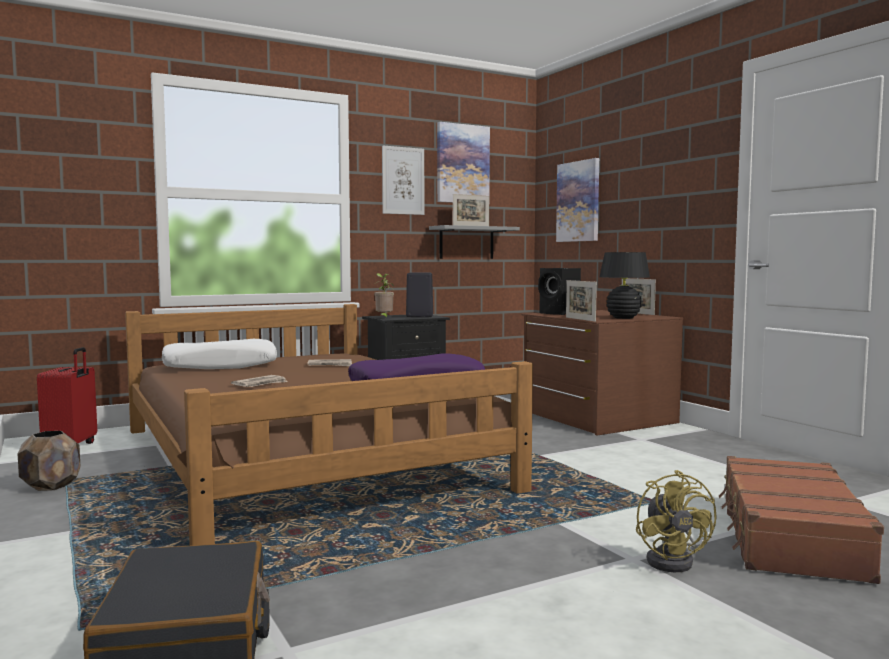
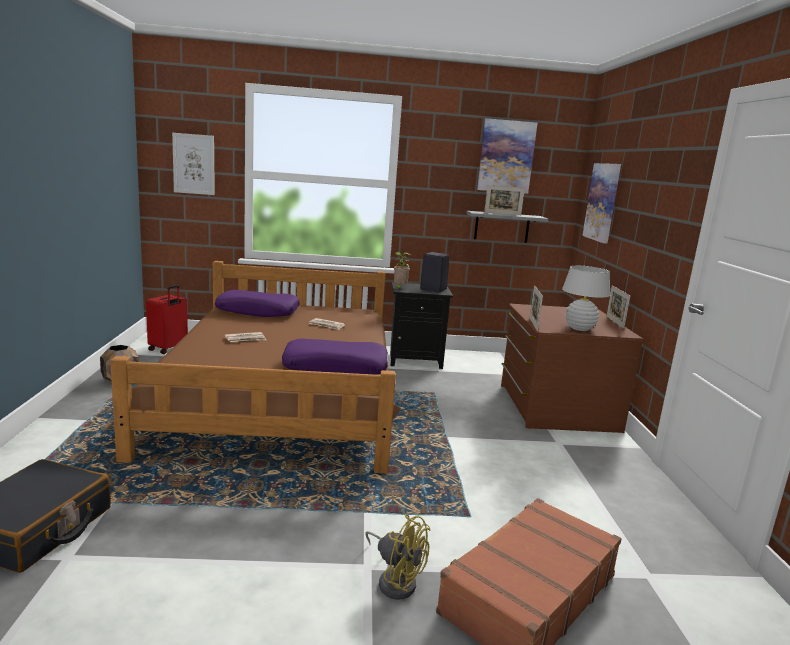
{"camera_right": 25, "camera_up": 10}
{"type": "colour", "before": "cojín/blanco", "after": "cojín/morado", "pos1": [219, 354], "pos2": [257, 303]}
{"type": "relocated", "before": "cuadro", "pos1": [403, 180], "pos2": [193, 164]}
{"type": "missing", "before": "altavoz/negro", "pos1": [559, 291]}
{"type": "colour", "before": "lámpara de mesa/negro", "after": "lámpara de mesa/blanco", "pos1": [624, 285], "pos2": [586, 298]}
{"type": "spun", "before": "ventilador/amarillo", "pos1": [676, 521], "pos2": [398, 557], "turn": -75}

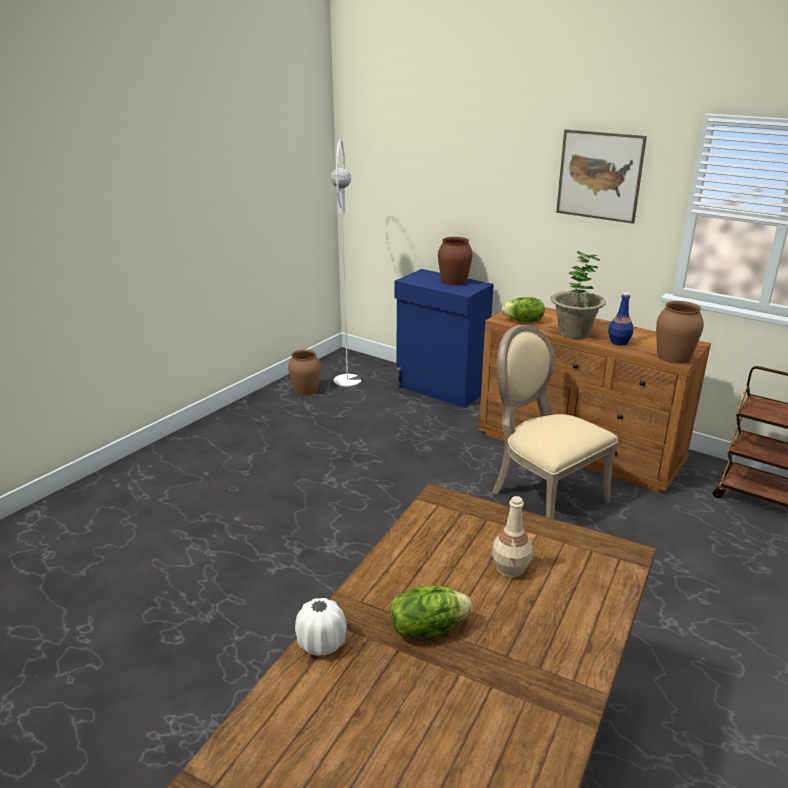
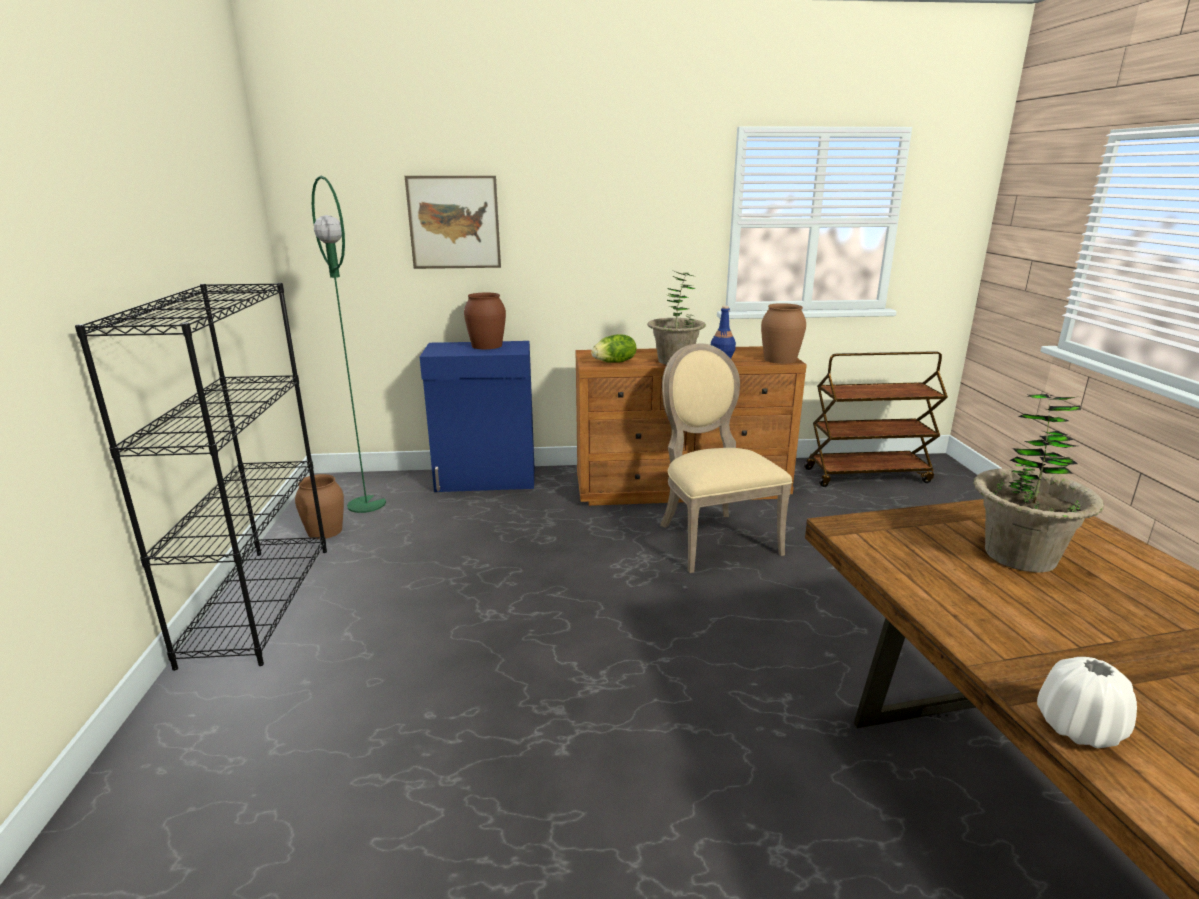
{"camera_right": -40, "camera_up": -5}
{"type": "colour", "before": "lámpara de pie/blanco", "after": "lámpara de pie/verde", "pos1": [346, 263], "pos2": [349, 344]}
{"type": "missing", "before": "lechuga", "pos1": [431, 612]}
{"type": "spun", "before": "silla/beis", "pos1": [555, 422], "pos2": [726, 458], "turn": 60}
{"type": "exchanged", "before": "botella/beis", "after": "planta en maceta", "pos1": [512, 537], "pos2": [1039, 483]}
{"type": "relocated", "before": "cuadro", "pos1": [601, 176], "pos2": [453, 222]}
{"type": "appeared", "after": "estantería/negro", "pos2": [201, 477]}

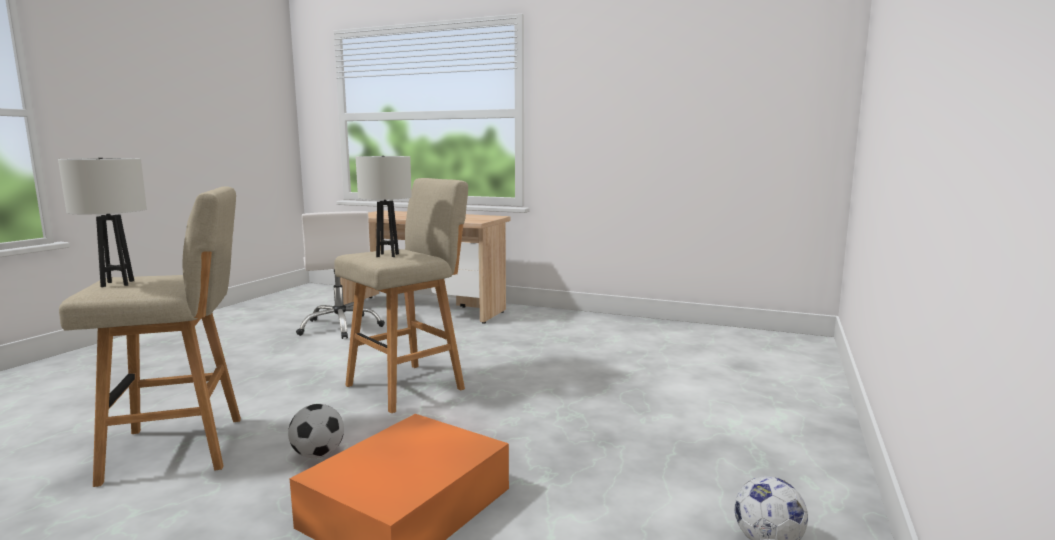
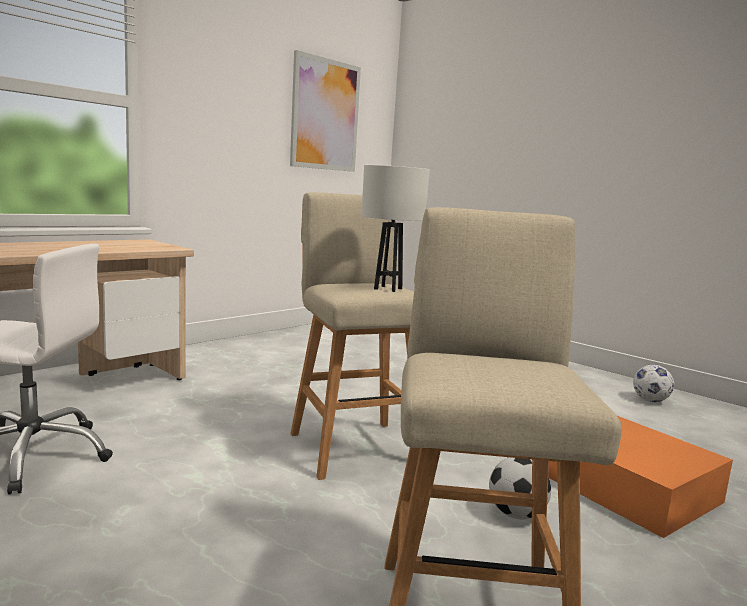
{"camera_right": -70, "camera_up": 0}
{"type": "missing", "before": "lámpara de mesa/blanco", "pos1": [102, 222]}
{"type": "appeared", "after": "cuadro", "pos2": [325, 111]}

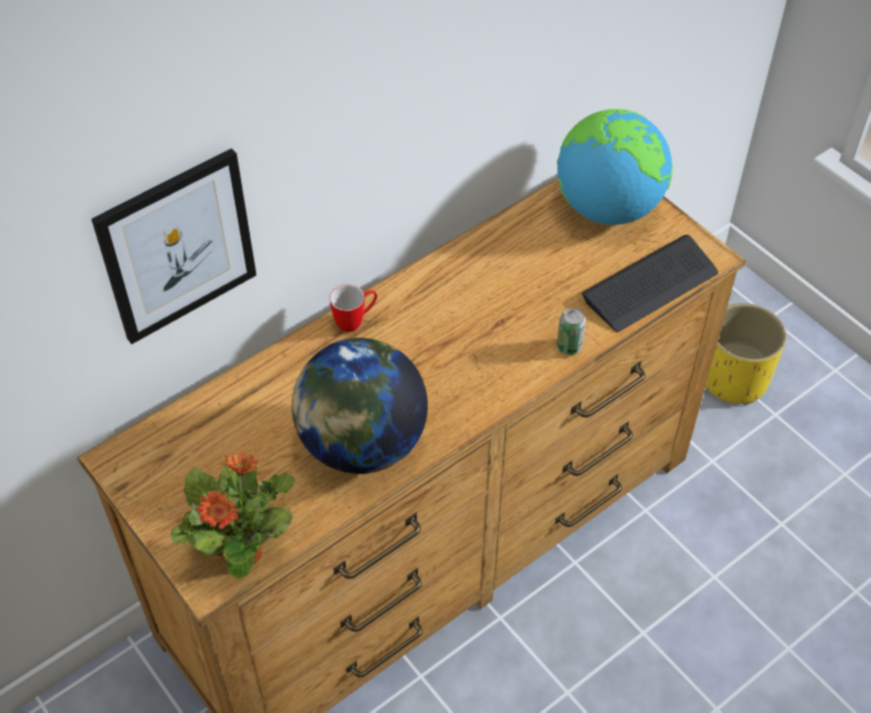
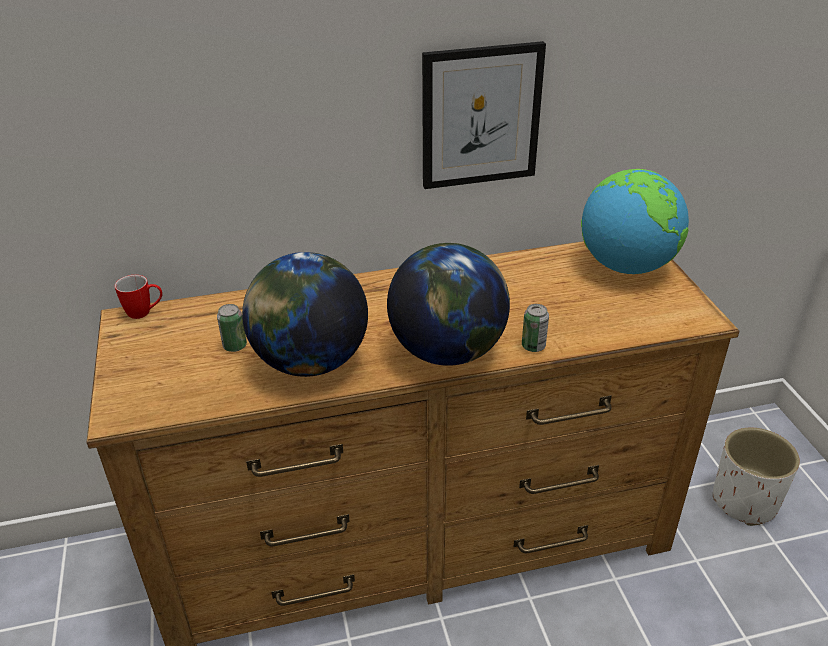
{"camera_right": 25, "camera_up": -15}
{"type": "relocated", "before": "cuadro", "pos1": [173, 246], "pos2": [484, 115]}
{"type": "missing", "before": "planta en maceta", "pos1": [232, 516]}
{"type": "relocated", "before": "taza grande", "pos1": [353, 308], "pos2": [138, 297]}
{"type": "missing", "before": "teclado", "pos1": [650, 283]}
{"type": "colour", "before": "maceta/amarillo", "after": "maceta/blanco", "pos1": [745, 354], "pos2": [756, 477]}
{"type": "appeared", "after": "lata", "pos2": [232, 328]}
{"type": "appeared", "after": "globo terráqueo", "pos2": [448, 304]}

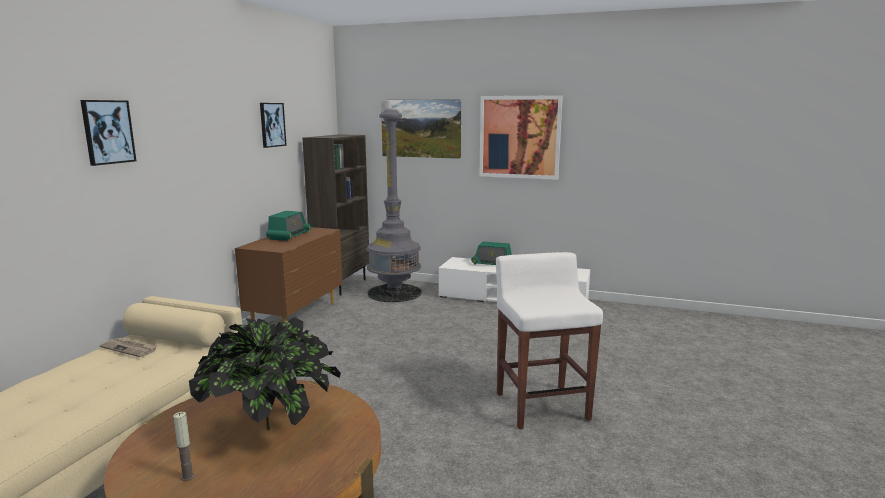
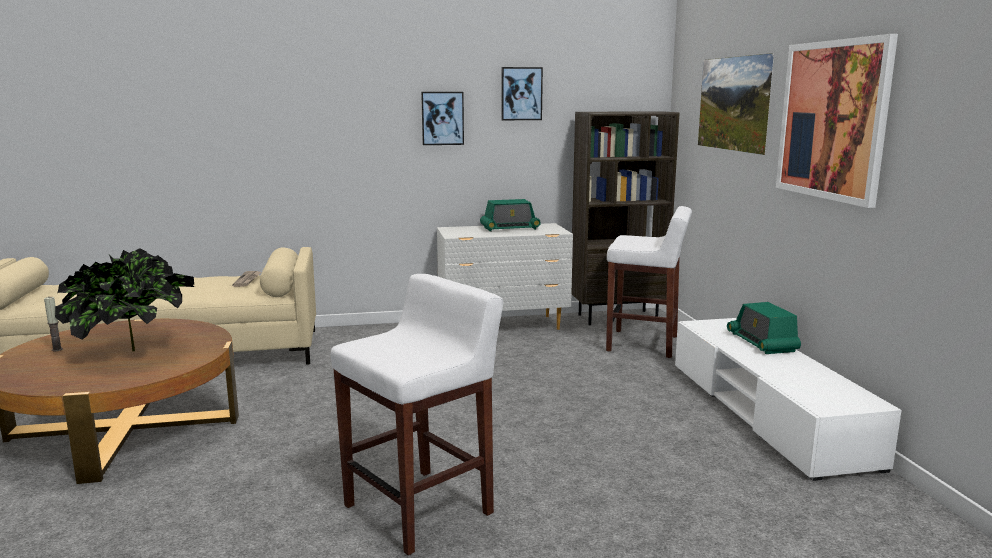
{"camera_right": 60, "camera_up": 0}
{"type": "relocated", "before": "cuadro", "pos1": [108, 133], "pos2": [442, 118]}
{"type": "colour", "before": "cómoda/marrón", "after": "cómoda/blanco", "pos1": [289, 274], "pos2": [505, 276]}
{"type": "exchanged", "before": "lámpara de pie/gris", "after": "taburete/blanco", "pos1": [393, 205], "pos2": [649, 282]}

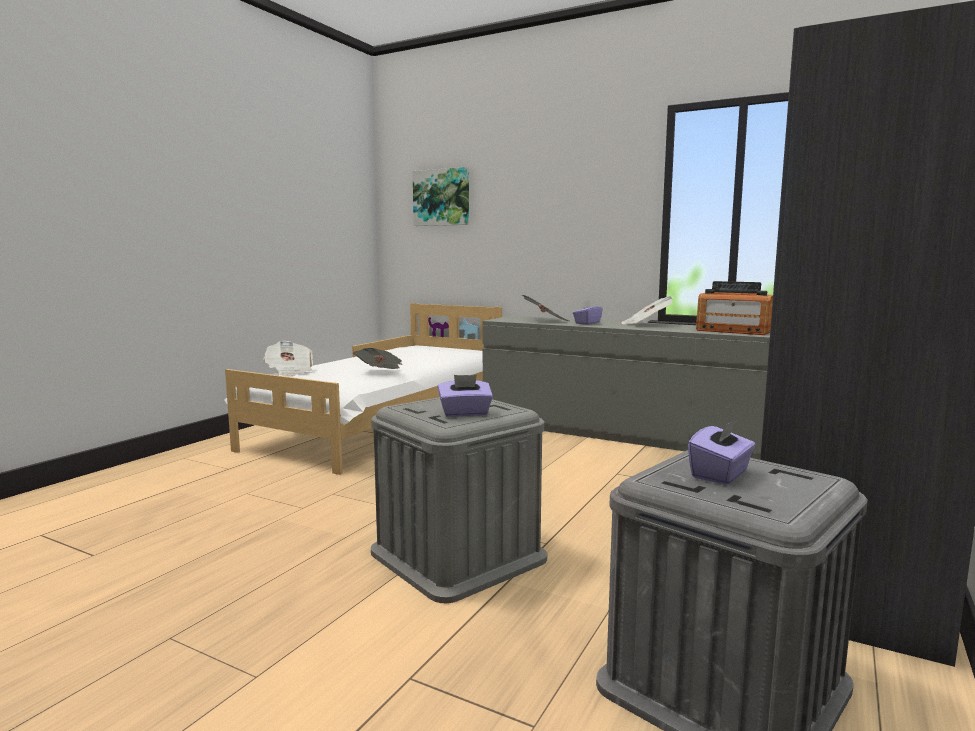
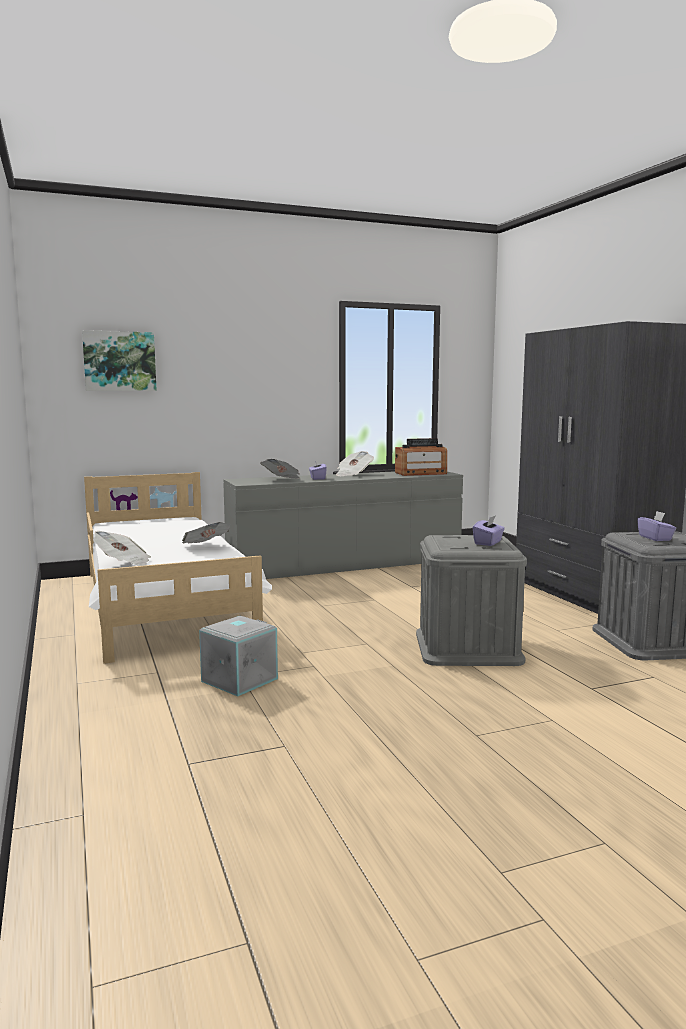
{"camera_right": -50, "camera_up": 0}
{"type": "appeared", "after": "caja de almacenaje/gris", "pos2": [238, 656]}

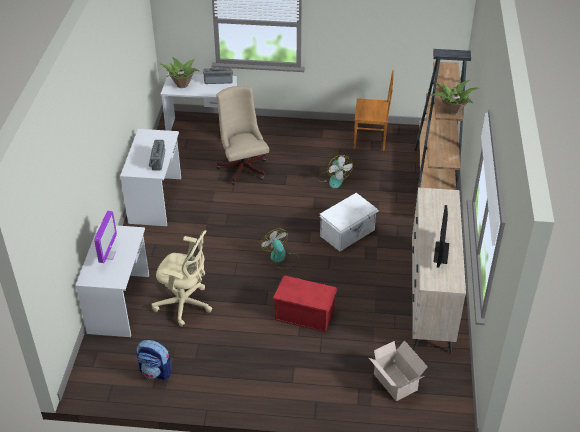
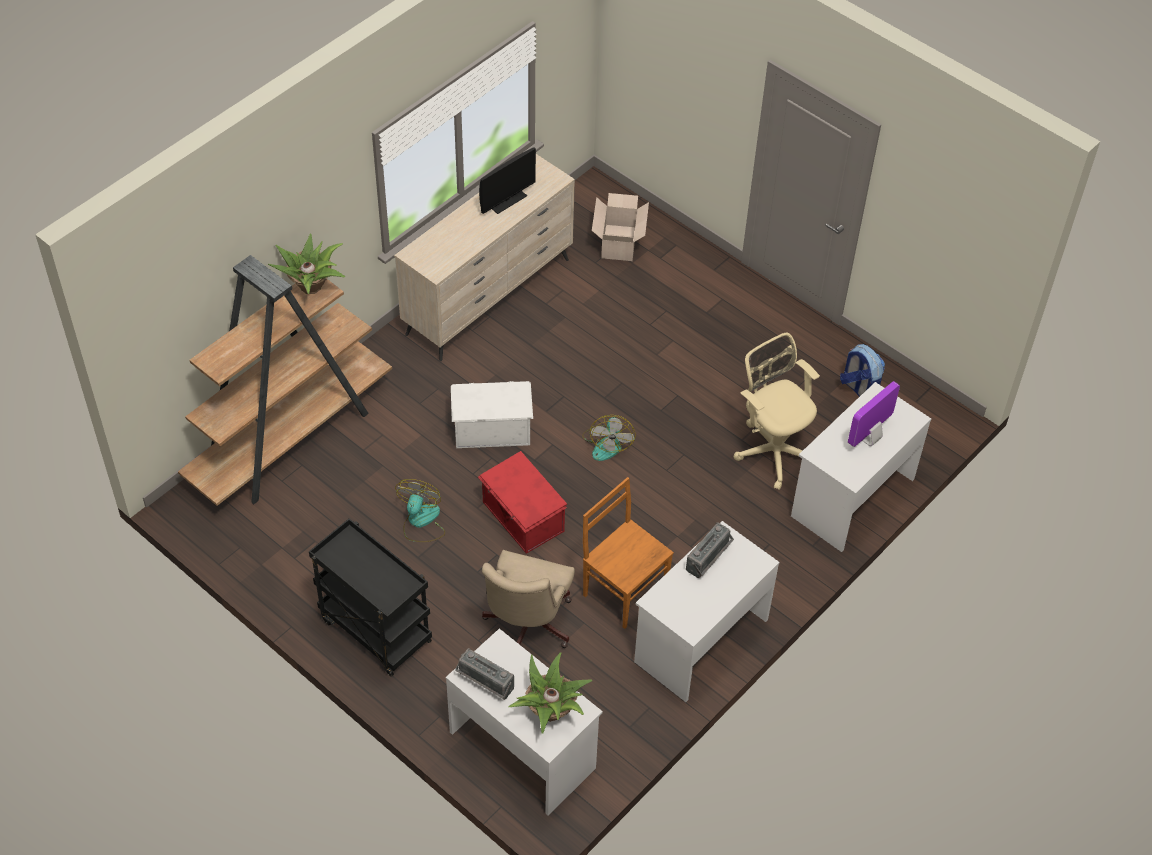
{"camera_right": -145, "camera_up": 10}
{"type": "relocated", "before": "caja de almacenaje/rojo", "pos1": [305, 303], "pos2": [522, 502]}
{"type": "relocated", "before": "silla/marrón", "pos1": [374, 110], "pos2": [628, 553]}
{"type": "appeared", "after": "carrito/negro", "pos2": [370, 598]}

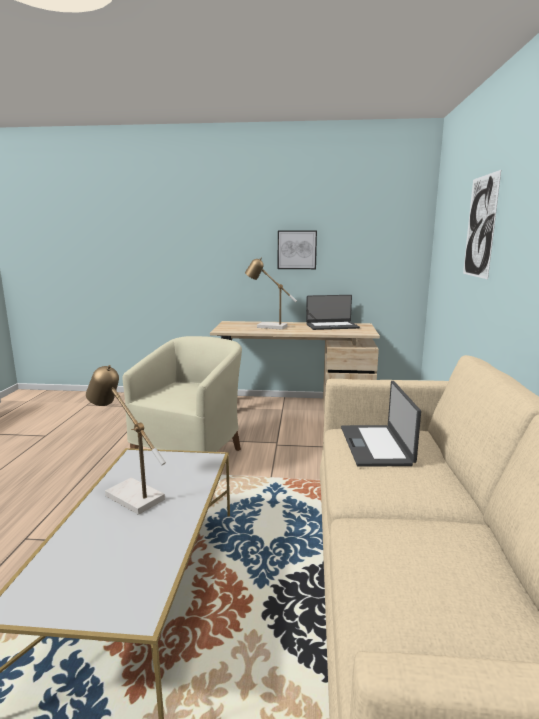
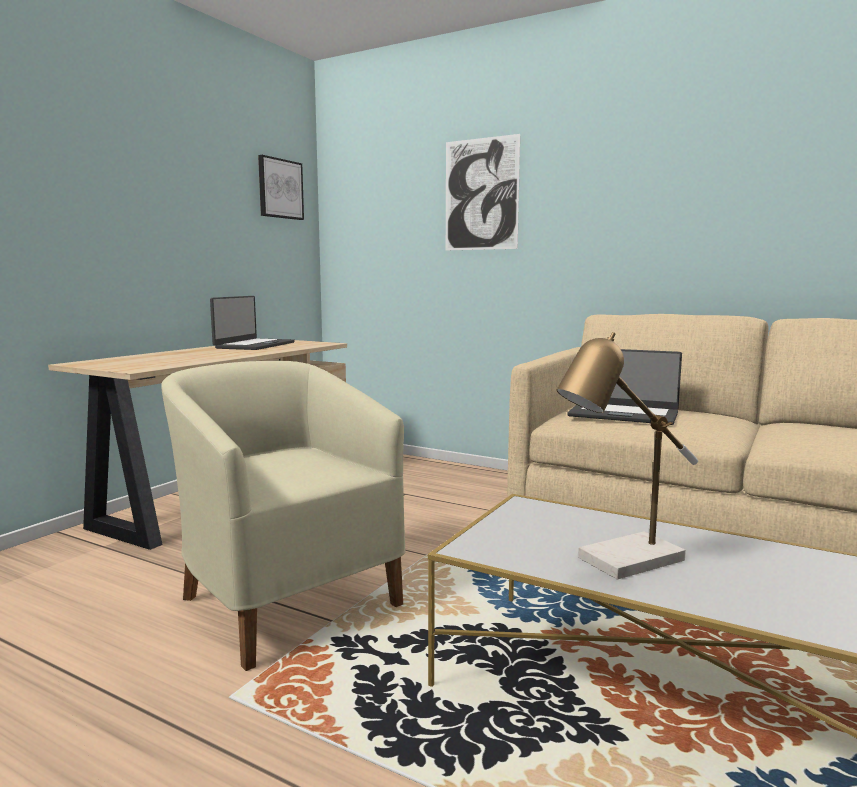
{"camera_right": -65, "camera_up": -5}
{"type": "missing", "before": "lámpara de mesa", "pos1": [271, 293]}
{"type": "relocated", "before": "cuadro", "pos1": [297, 249], "pos2": [281, 187]}

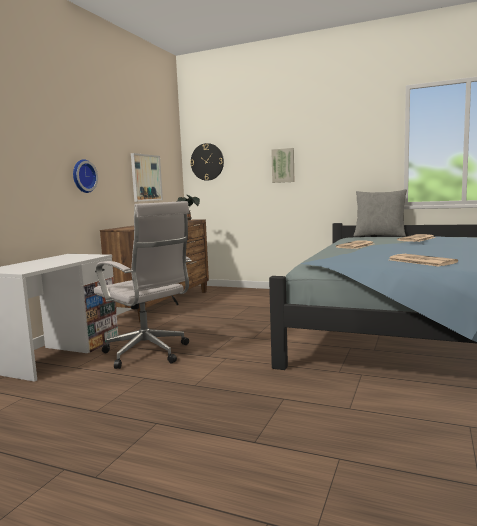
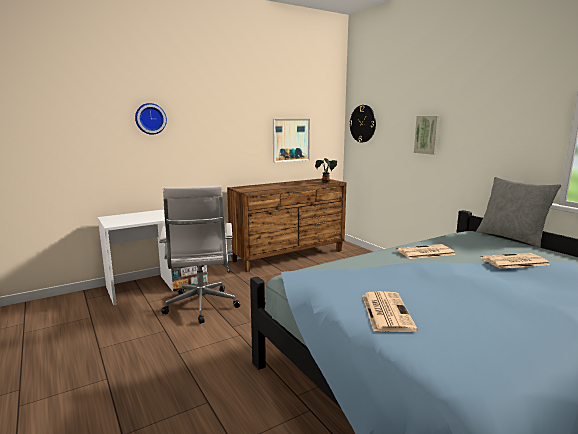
{"camera_right": 35, "camera_up": 5}
{"type": "relocated", "before": "reloj de pared", "pos1": [85, 176], "pos2": [151, 119]}

